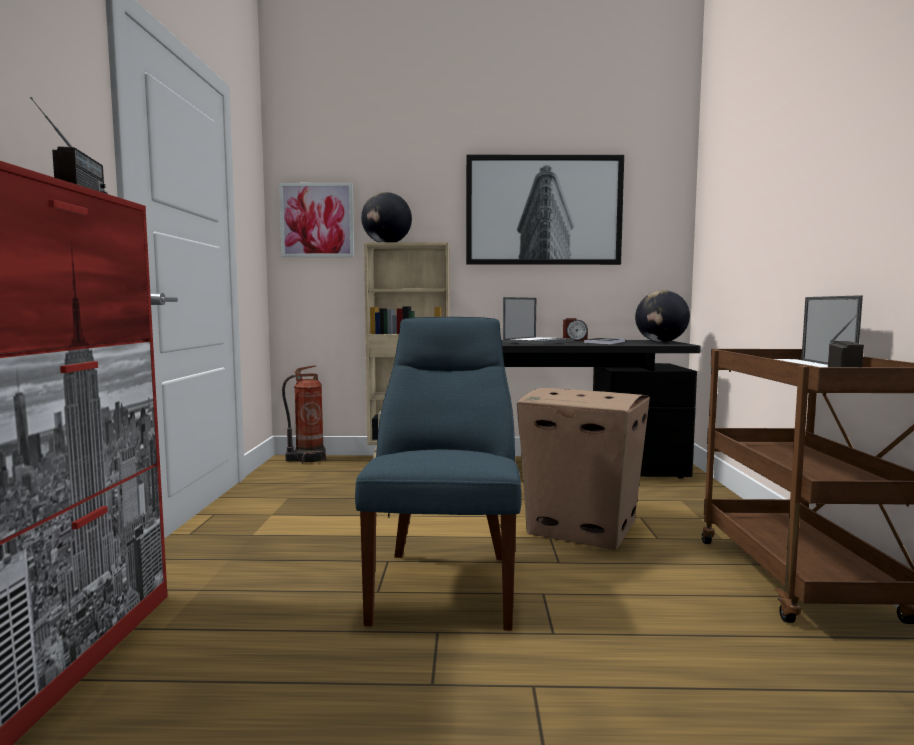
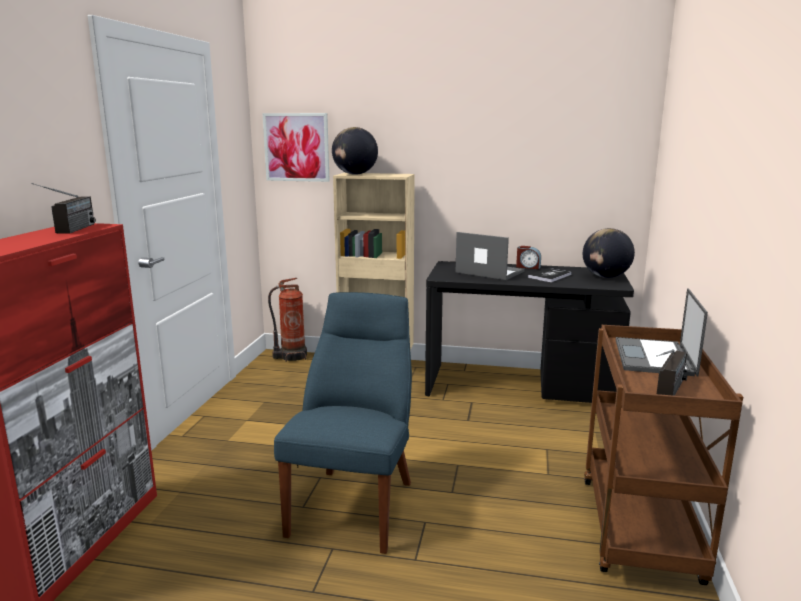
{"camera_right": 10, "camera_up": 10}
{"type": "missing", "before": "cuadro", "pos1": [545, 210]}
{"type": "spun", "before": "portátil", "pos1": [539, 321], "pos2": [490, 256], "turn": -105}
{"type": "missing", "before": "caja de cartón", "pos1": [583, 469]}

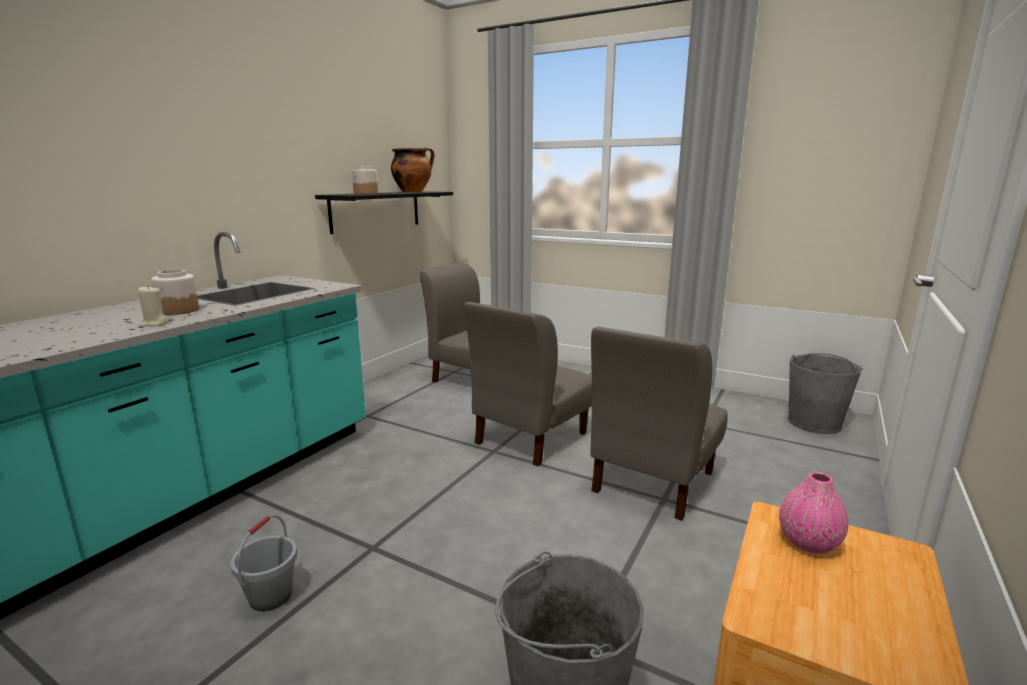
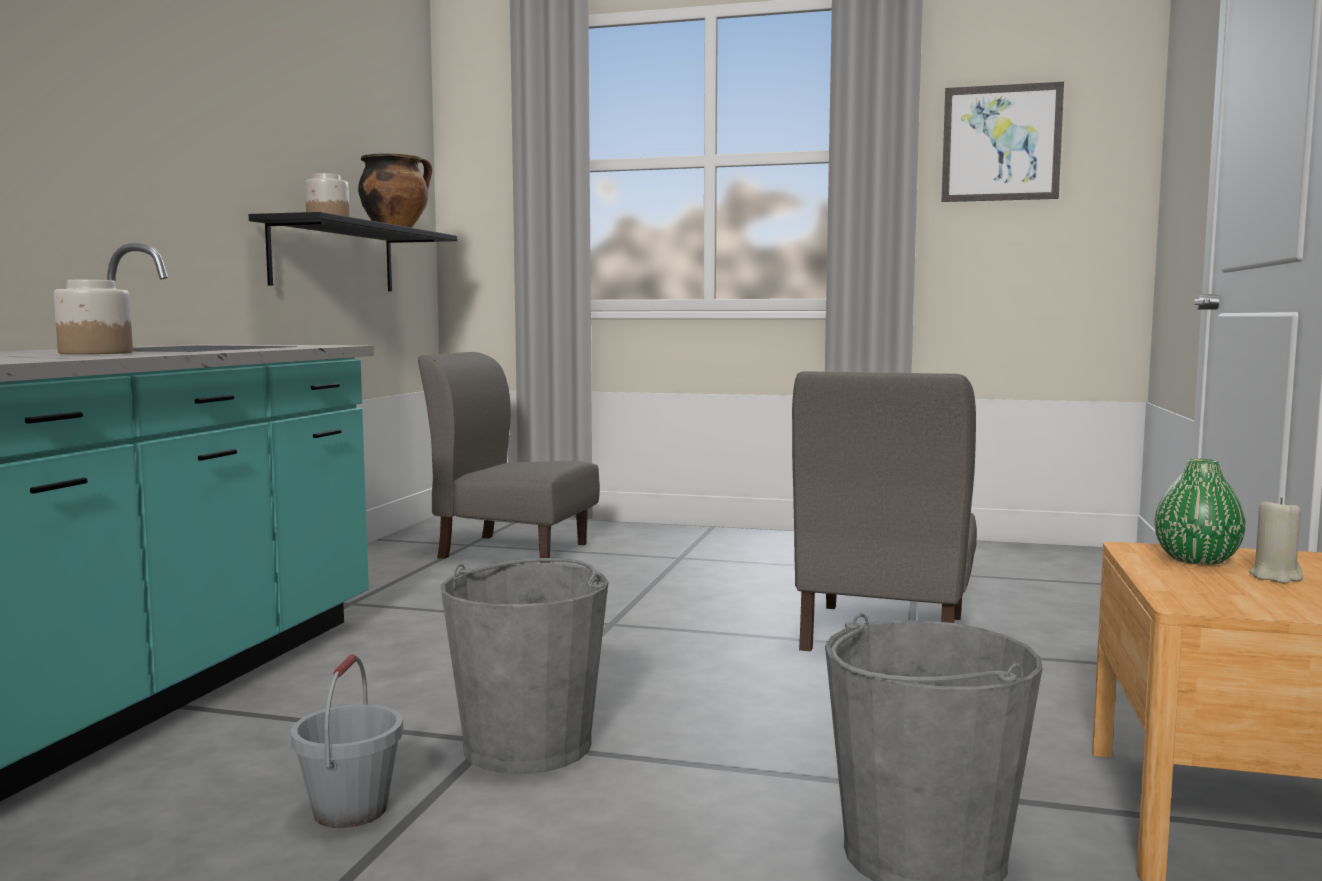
{"camera_right": -15, "camera_up": -10}
{"type": "relocated", "before": "vela/beis", "pos1": [153, 306], "pos2": [1276, 540]}
{"type": "missing", "before": "silla/gris", "pos1": [528, 384]}
{"type": "colour", "before": "florero/rosa", "after": "florero/verde", "pos1": [814, 512], "pos2": [1200, 512]}
{"type": "relocated", "before": "cubo/gris", "pos1": [825, 393], "pos2": [525, 666]}
{"type": "appeared", "after": "cuadro", "pos2": [1003, 142]}

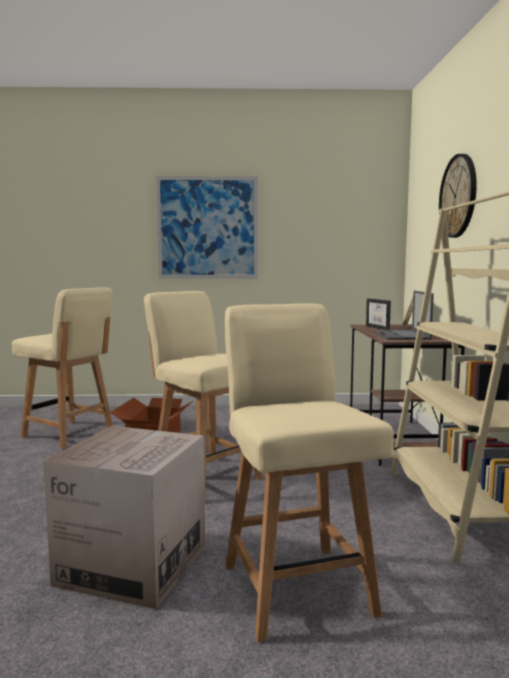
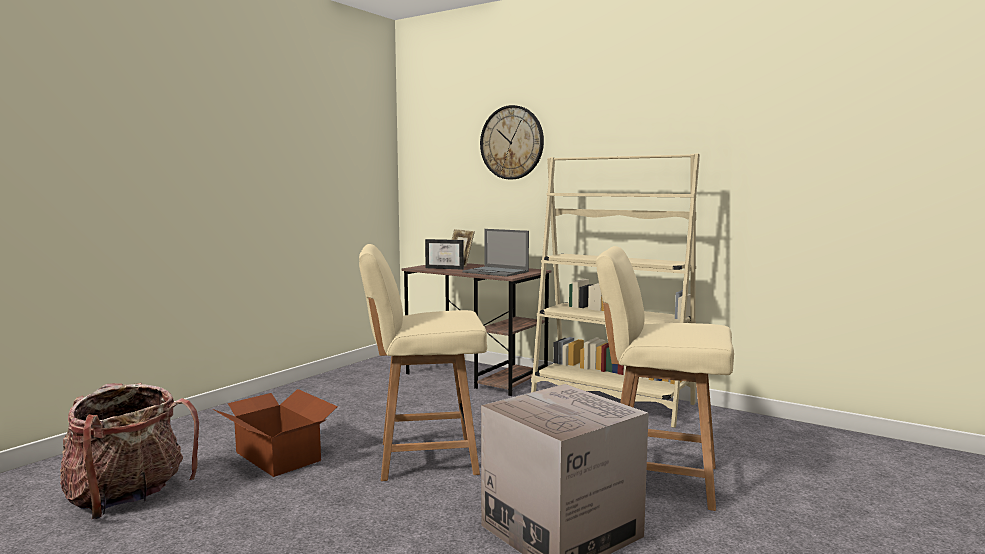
{"camera_right": -55, "camera_up": 0}
{"type": "exchanged", "before": "silla/beis", "after": "mochila", "pos1": [62, 368], "pos2": [129, 451]}
{"type": "missing", "before": "cuadro", "pos1": [207, 227]}

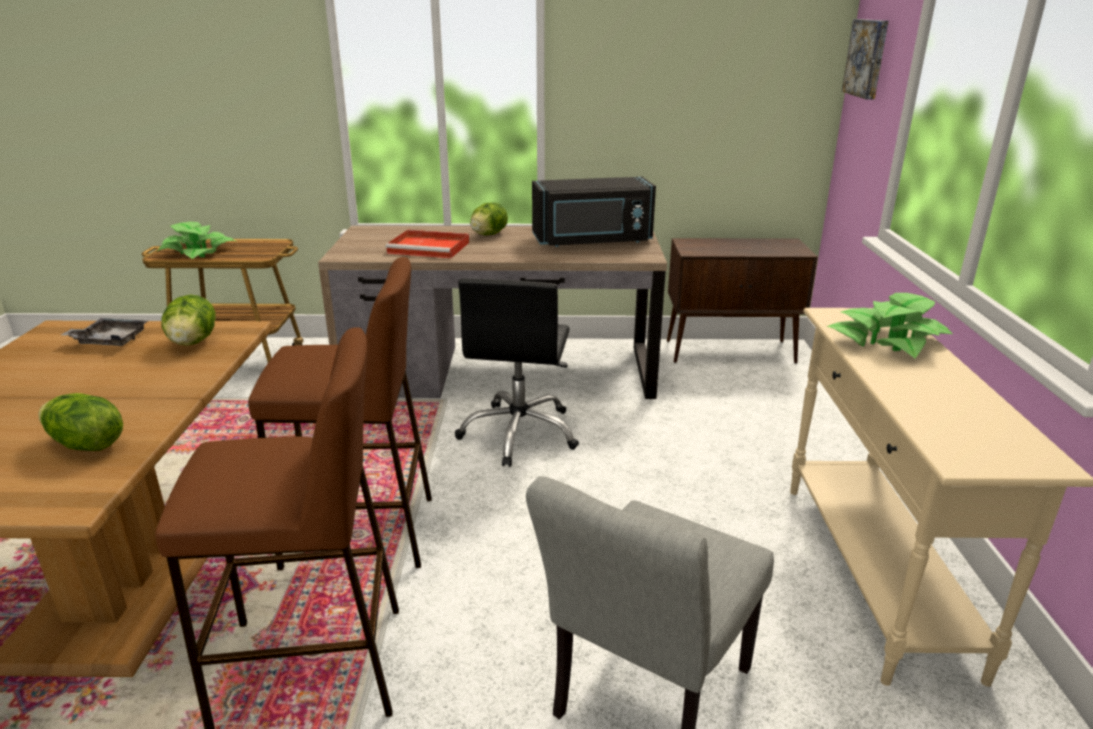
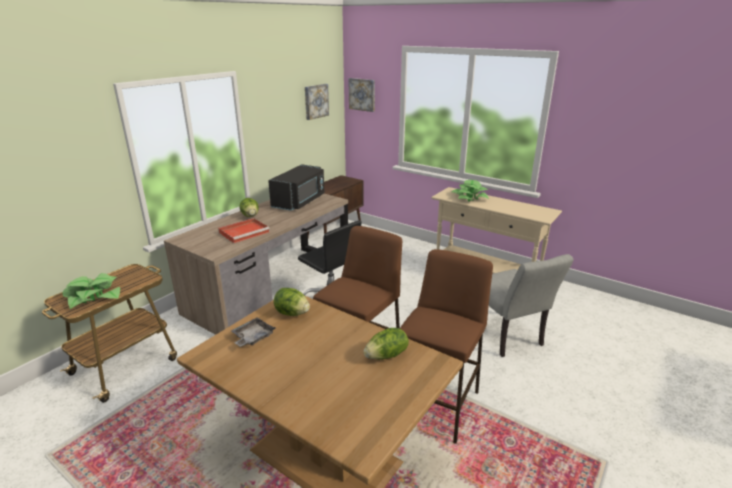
{"camera_right": -55, "camera_up": 0}
{"type": "appeared", "after": "cuadro", "pos2": [317, 102]}

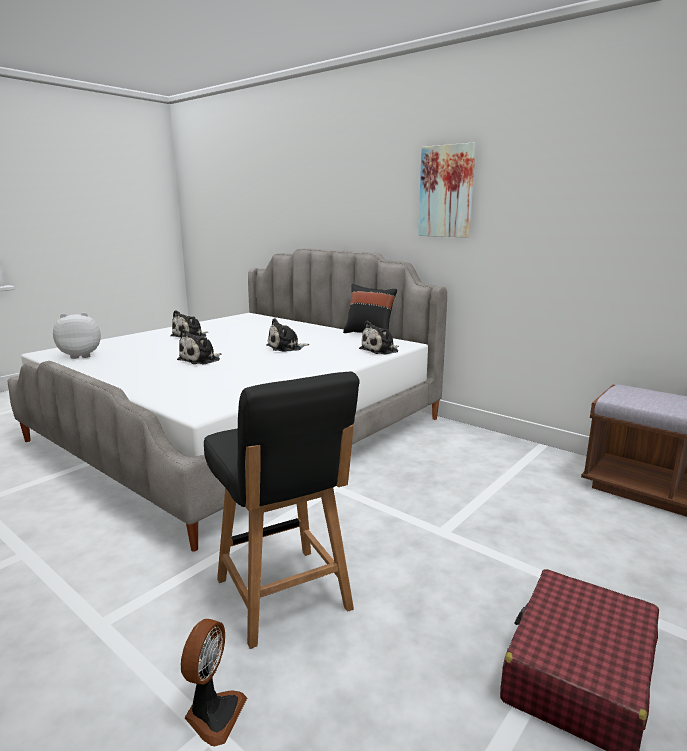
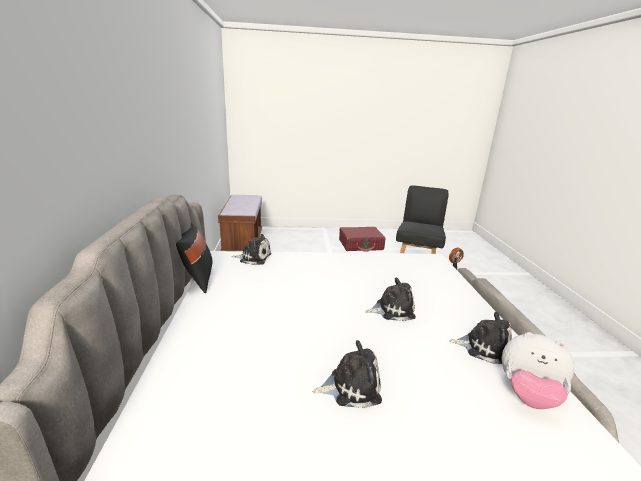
{"camera_right": -135, "camera_up": 5}
{"type": "relocated", "before": "peluche", "pos1": [288, 335], "pos2": [480, 338]}
{"type": "missing", "before": "cuadro", "pos1": [447, 190]}

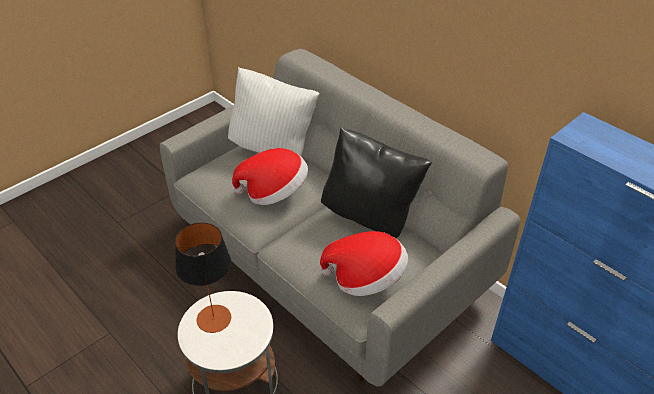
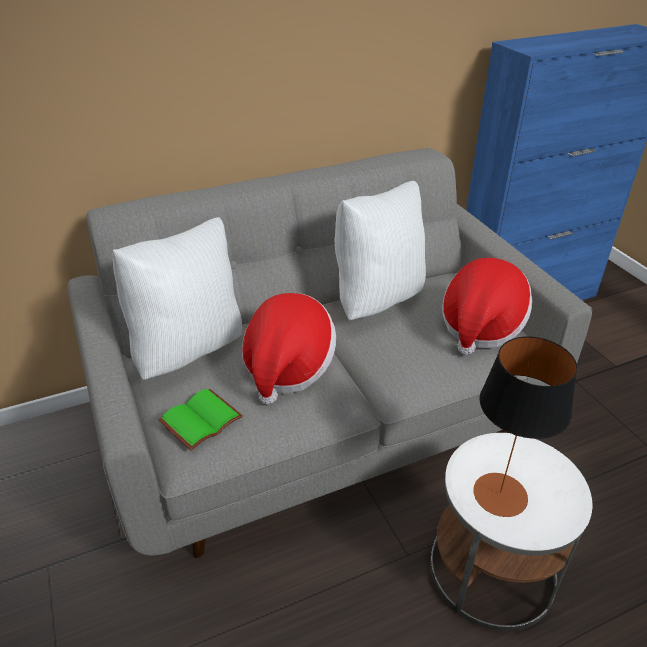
{"camera_right": -70, "camera_up": -5}
{"type": "colour", "before": "cojín/negro", "after": "cojín/blanco", "pos1": [376, 183], "pos2": [380, 250]}
{"type": "appeared", "after": "libro/verde", "pos2": [200, 420]}

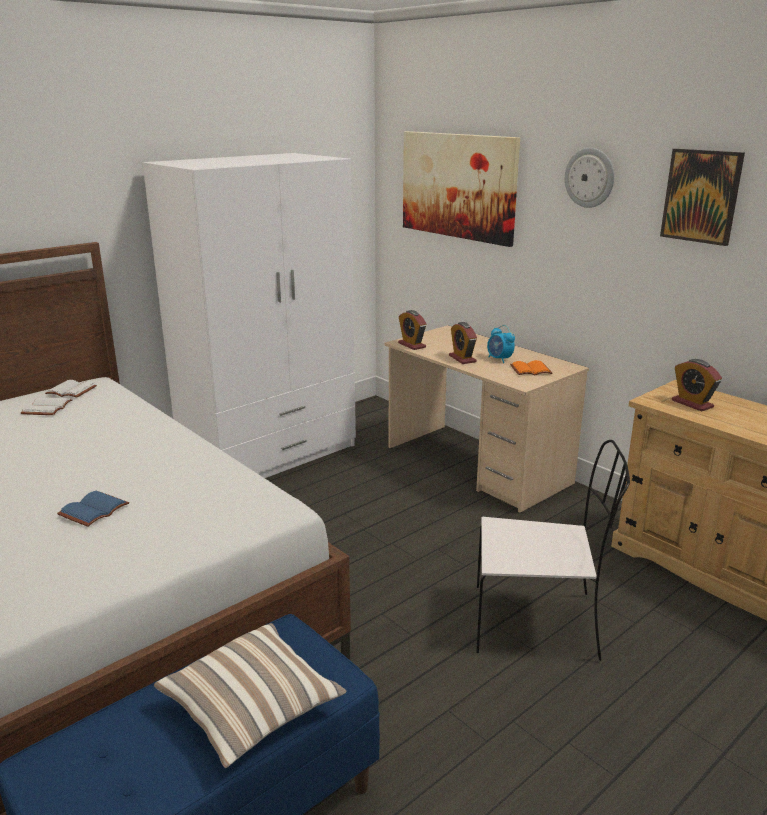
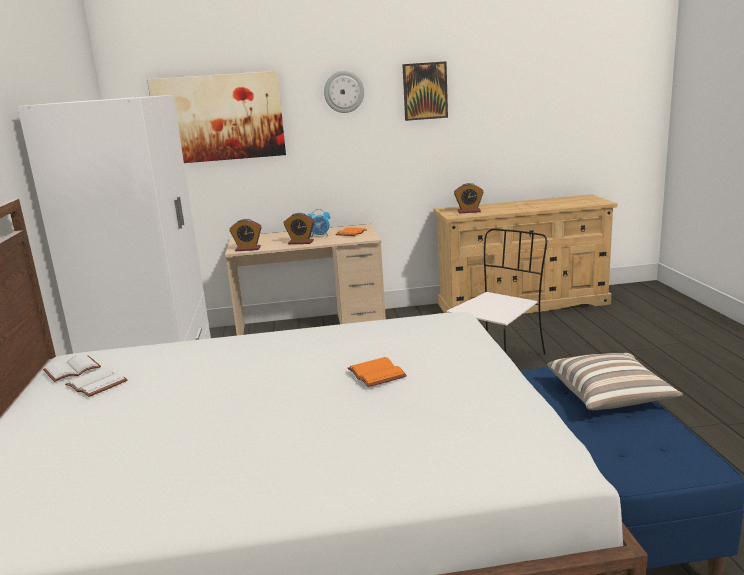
{"camera_right": -55, "camera_up": -5}
{"type": "colour", "before": "libro/azul", "after": "libro/naranja", "pos1": [93, 509], "pos2": [377, 372]}

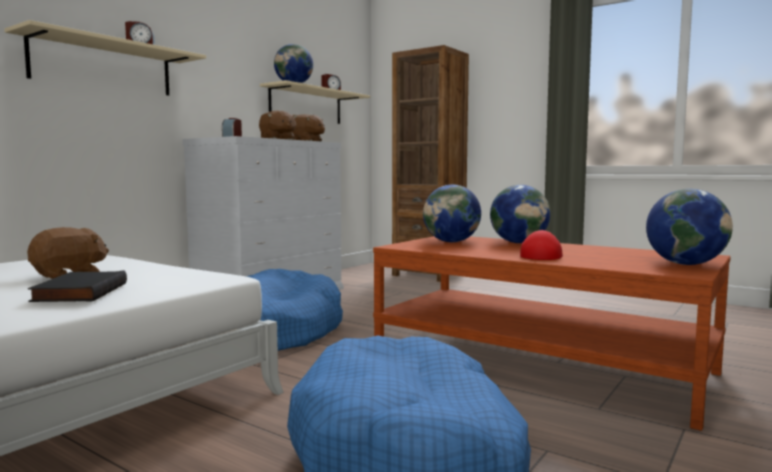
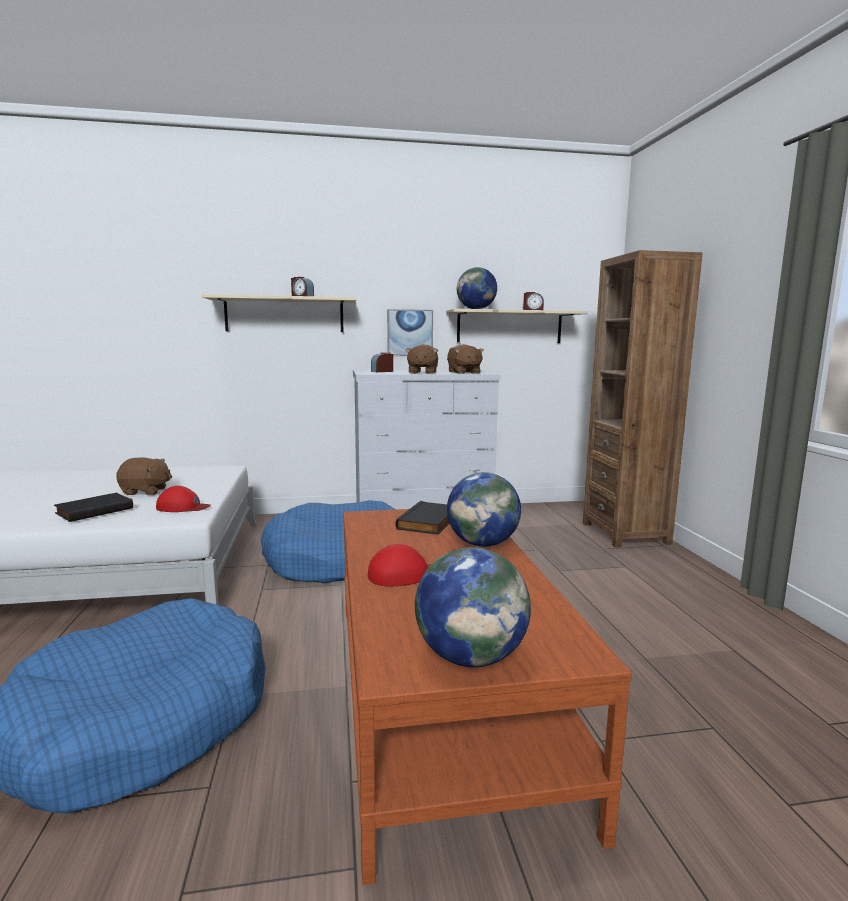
{"camera_right": 45, "camera_up": 5}
{"type": "exchanged", "before": "globo terráqueo", "after": "libro/negro", "pos1": [452, 213], "pos2": [423, 518]}
{"type": "appeared", "after": "gorra/rojo", "pos2": [183, 499]}
{"type": "appeared", "after": "cuadro", "pos2": [410, 332]}

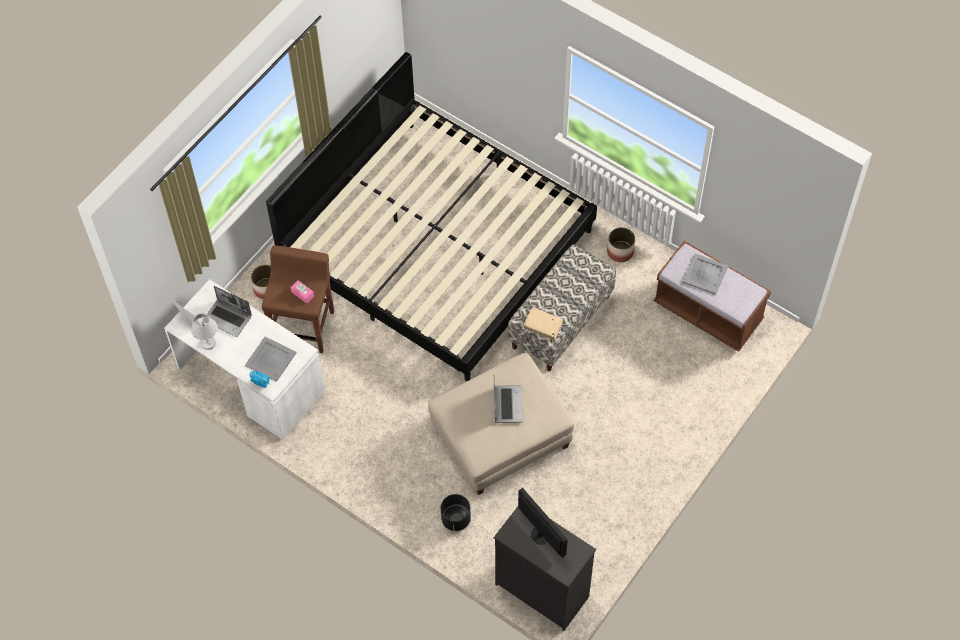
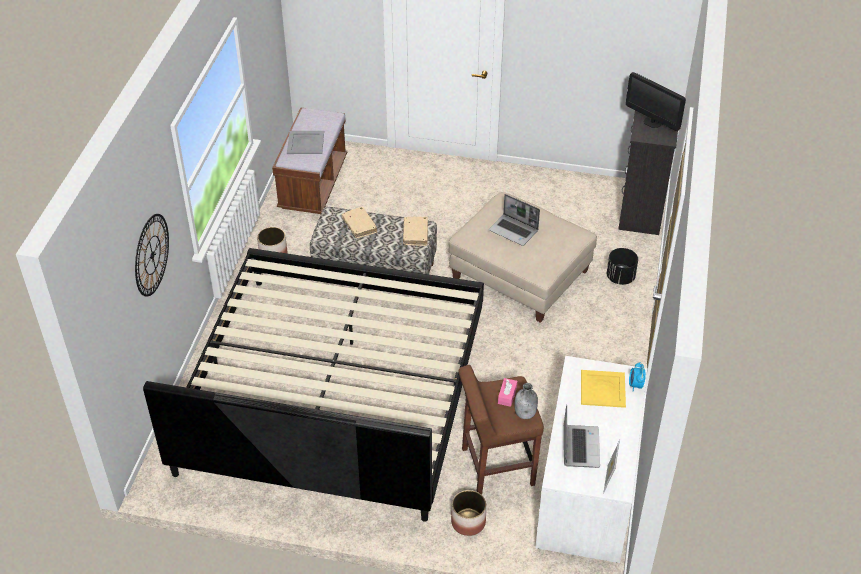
{"camera_right": -115, "camera_up": -15}
{"type": "missing", "before": "lámpara de mesa/blanco", "pos1": [204, 331]}
{"type": "colour", "before": "bandeja/gris", "after": "bandeja/amarillo", "pos1": [270, 359], "pos2": [603, 389]}
{"type": "spun", "before": "portátil", "pos1": [509, 401], "pos2": [514, 220], "turn": -120}
{"type": "spun", "before": "monitor", "pos1": [543, 523], "pos2": [656, 101], "turn": -75}
{"type": "appeared", "after": "reloj de pared", "pos2": [152, 255]}
{"type": "appeared", "after": "libro/beis", "pos2": [359, 222]}
{"type": "appeared", "after": "botella/gris", "pos2": [526, 401]}

